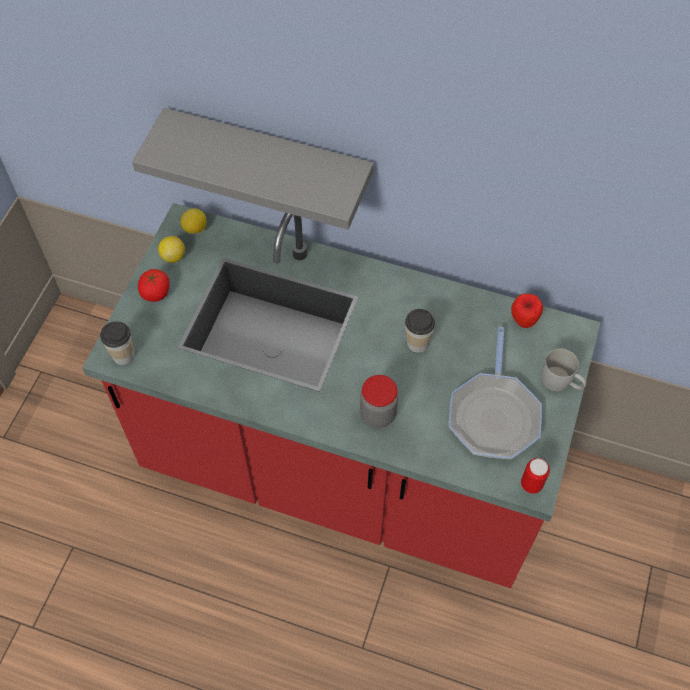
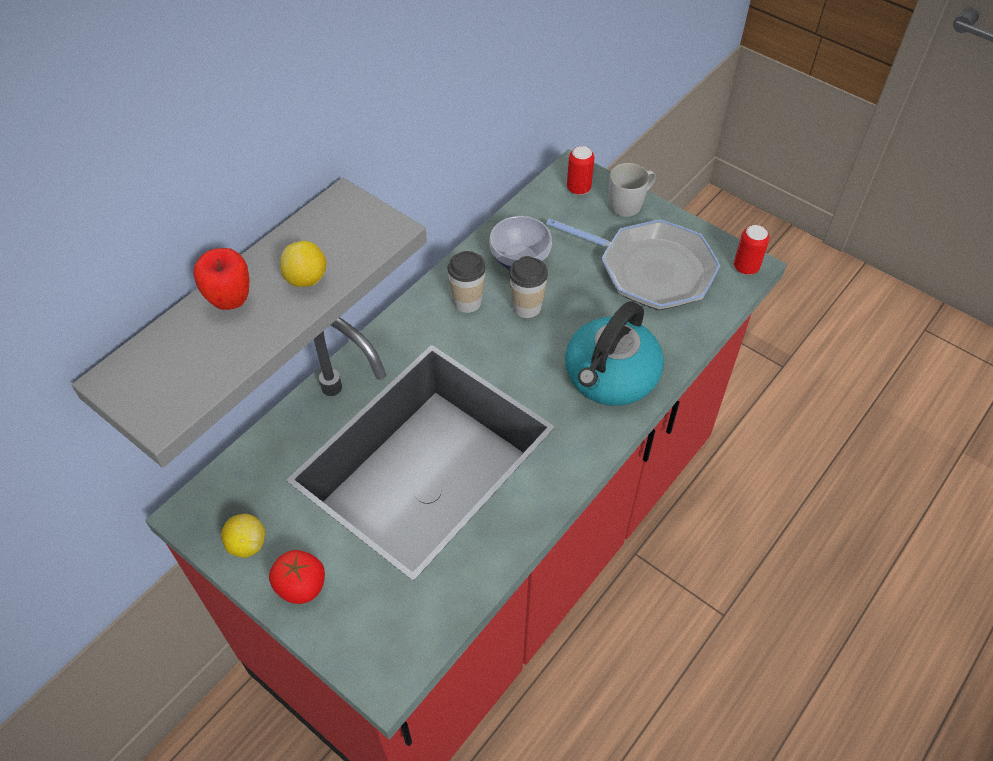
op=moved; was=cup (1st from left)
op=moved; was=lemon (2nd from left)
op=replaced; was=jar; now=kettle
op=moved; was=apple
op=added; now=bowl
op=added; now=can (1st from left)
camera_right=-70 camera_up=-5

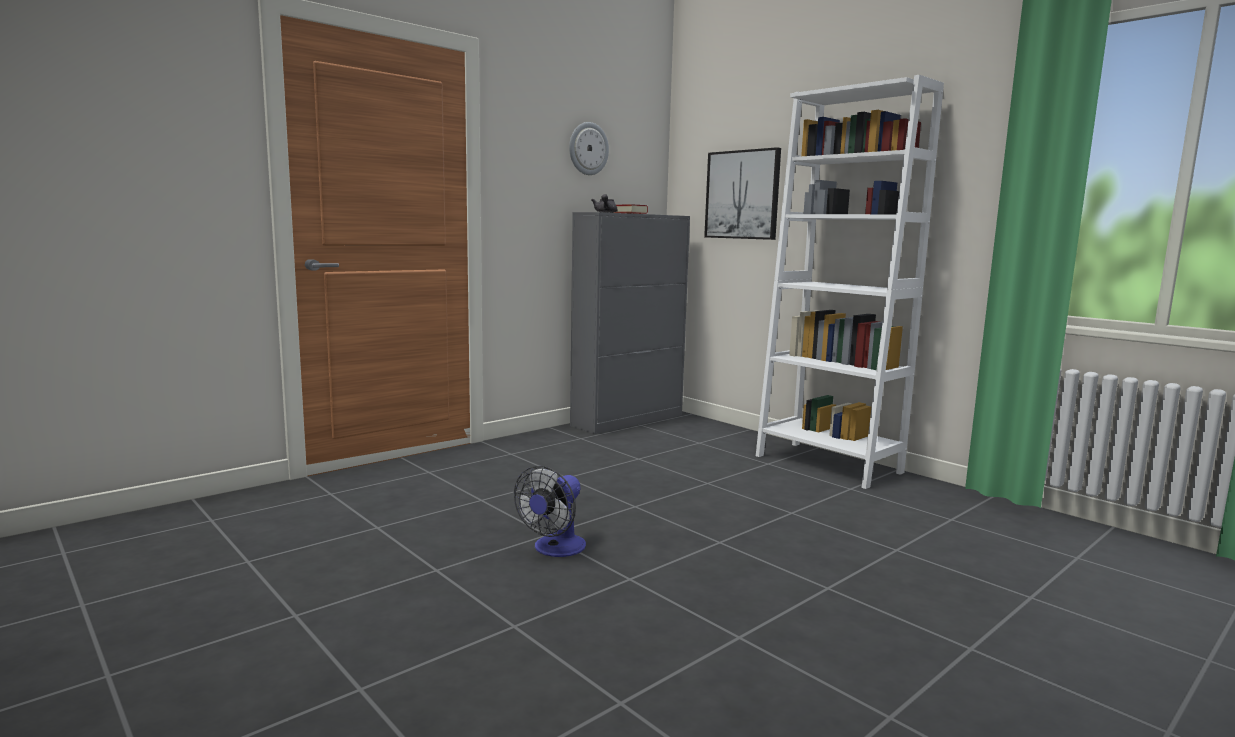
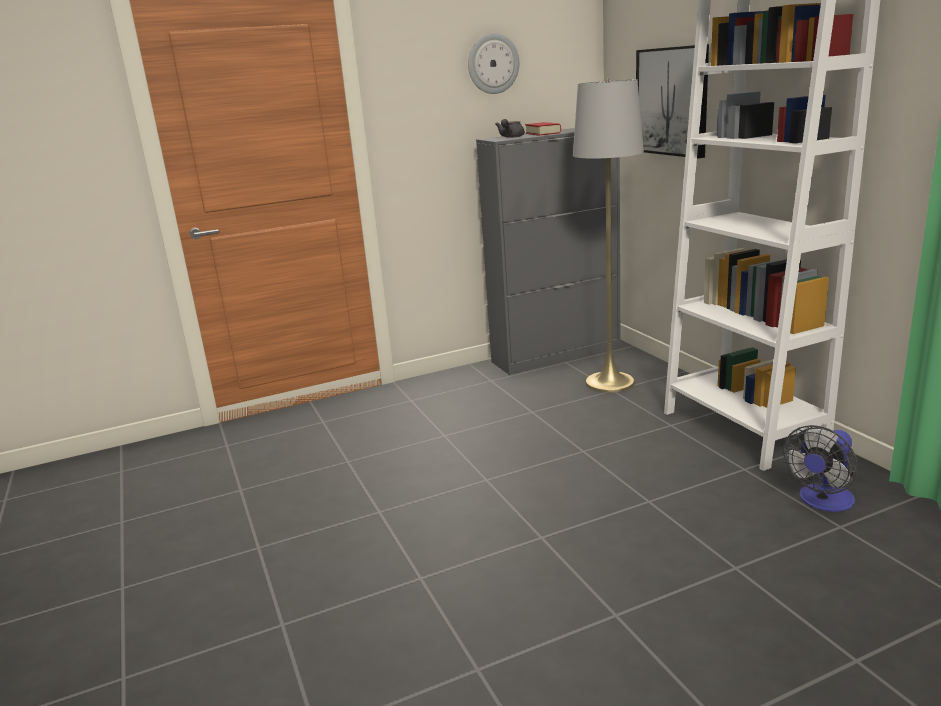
op=moved; was=fan
op=added; now=floor lamp (grey)
camera_right=20 camera_up=10

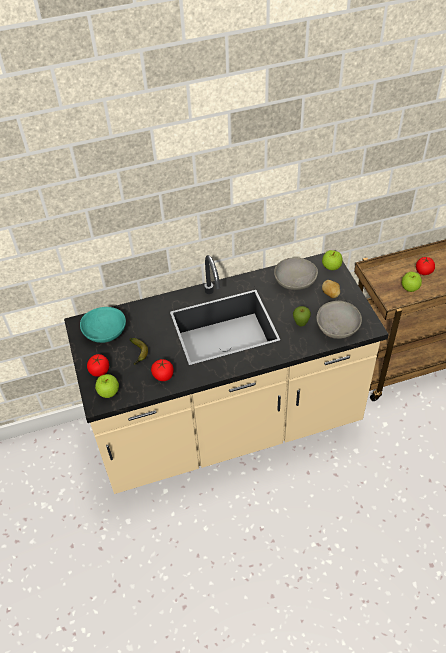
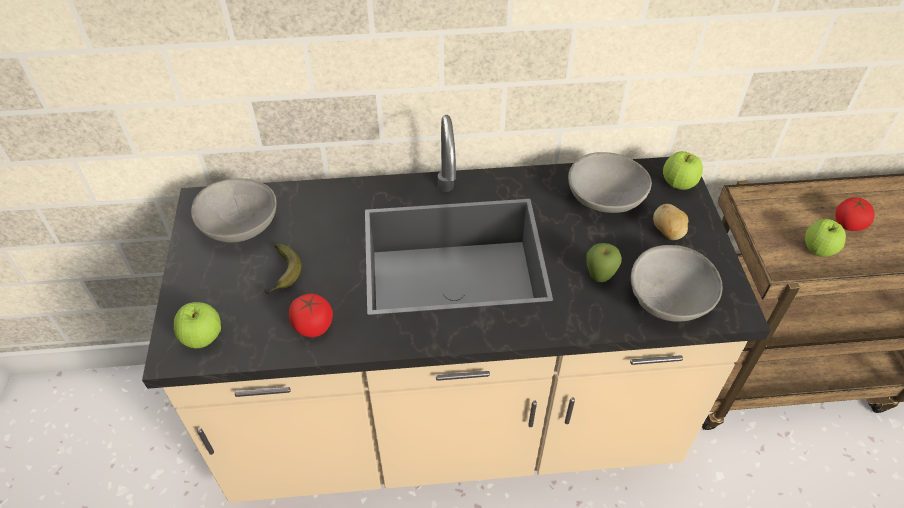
op=recoloured; was=bowl (turquoise); now=bowl (grey) (1st from left)
op=removed; was=tomato (1st from left)
camera_right=10 camera_up=0

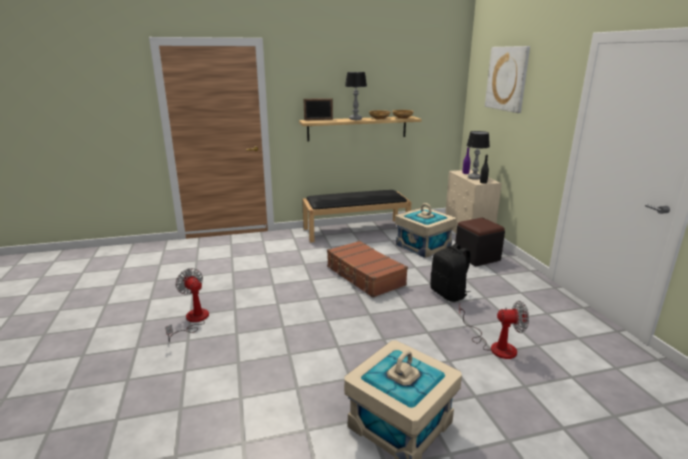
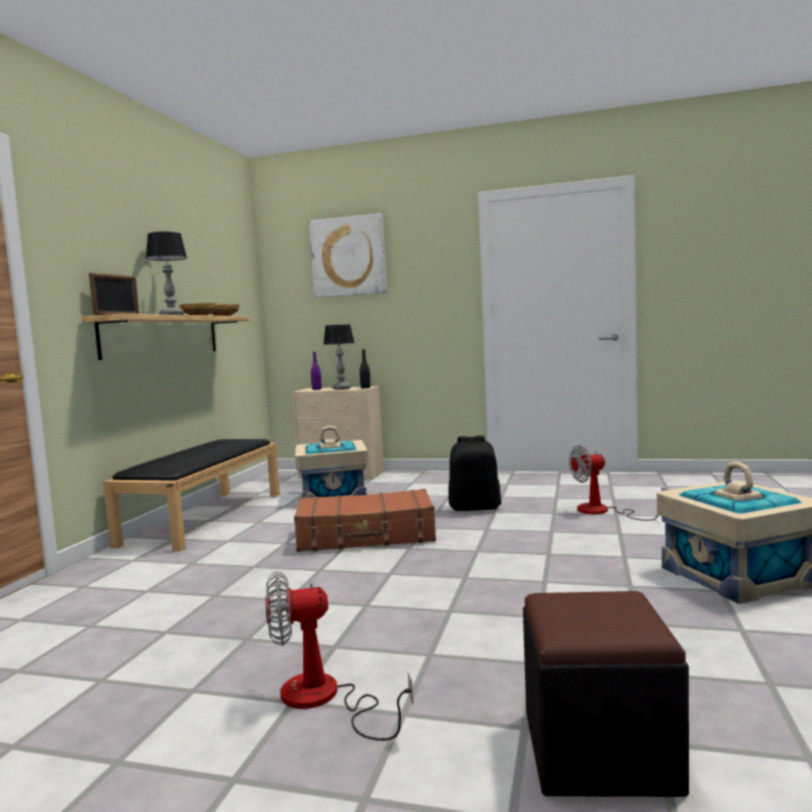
op=moved; was=ottoman (black)
op=turned; was=fan (2nd from left); clockwise=-135
camera_right=-60 camera_up=-15

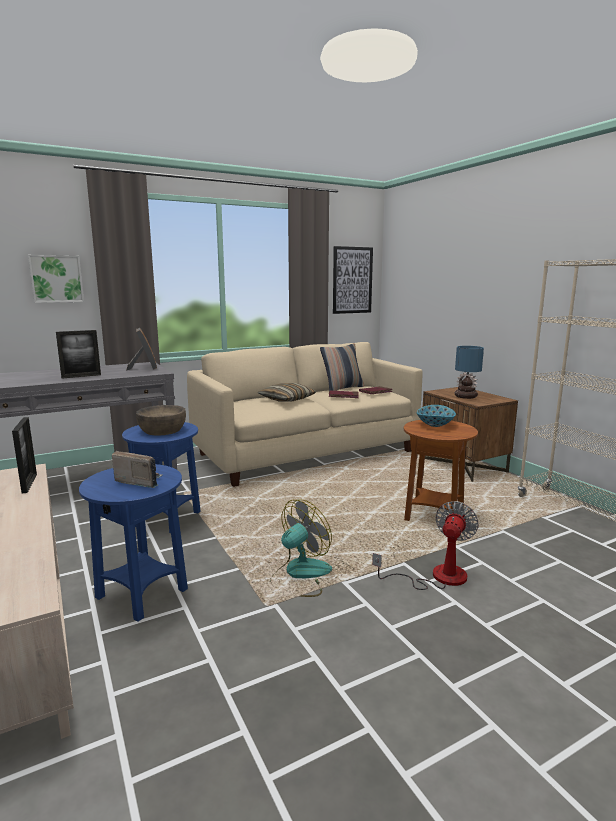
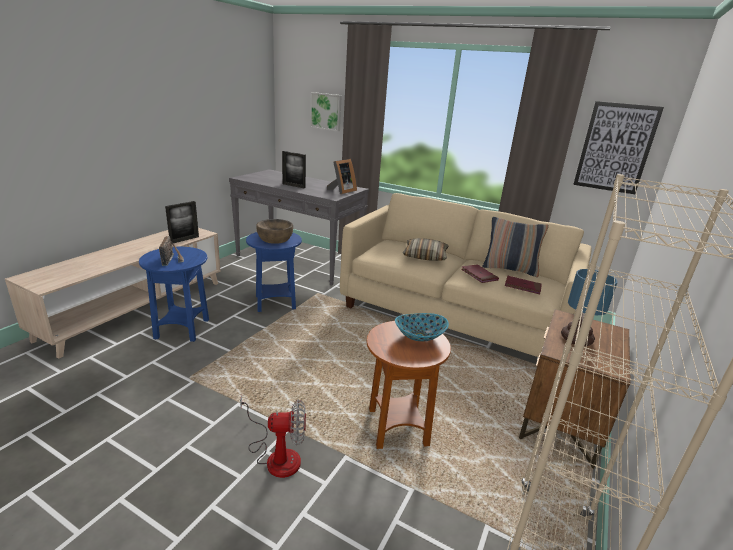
op=removed; was=fan (1st from left)
camera_right=55 camera_up=10

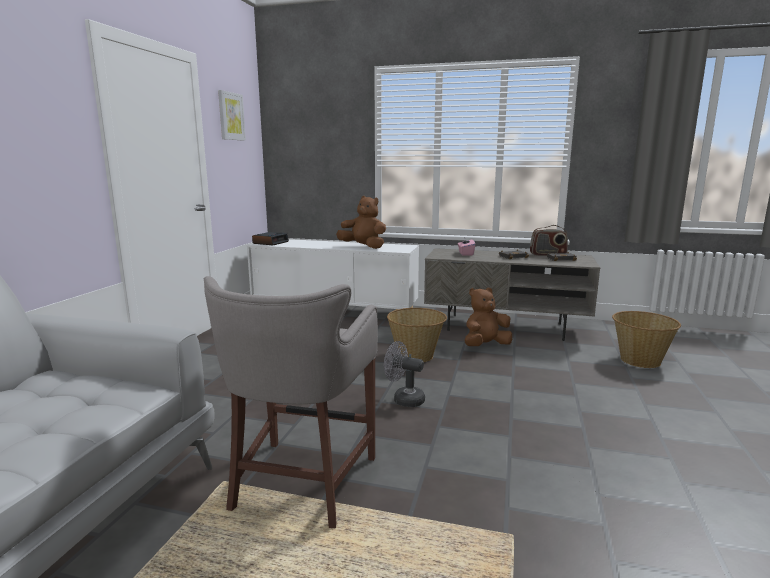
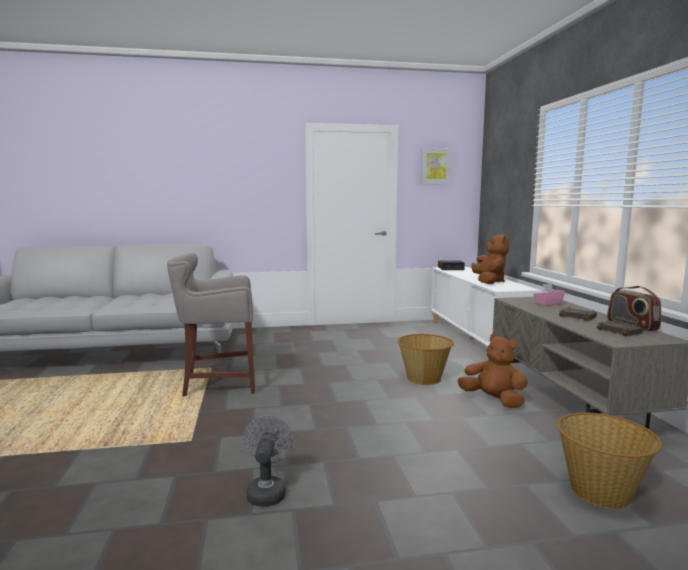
op=moved; was=fan (grey)
camera_right=65 camera_up=-5

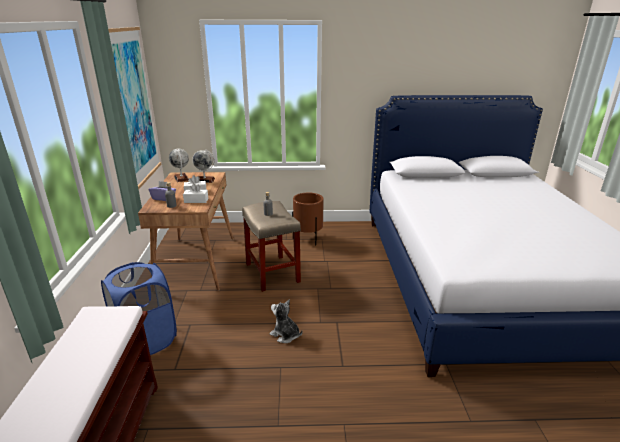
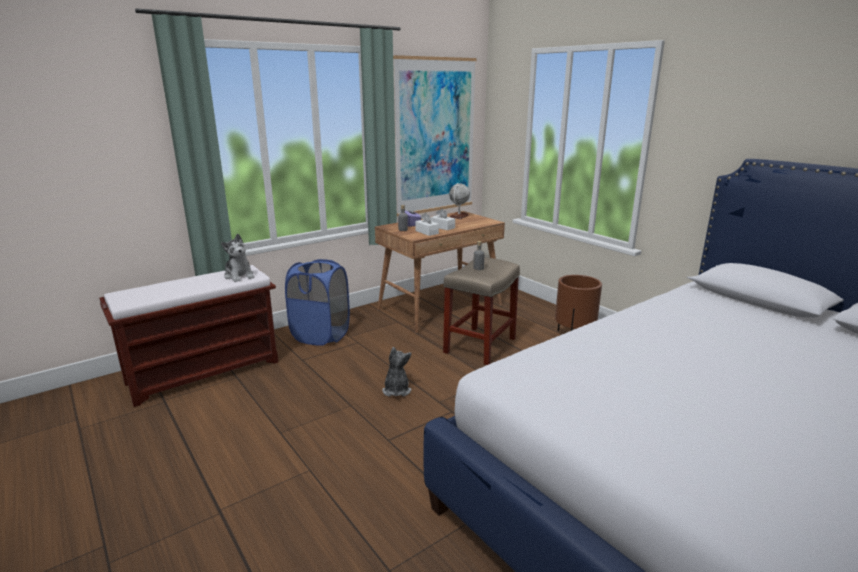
op=removed; was=globe (2nd from left)
op=added; now=plush toy (1st from left)
camera_right=55 camera_up=-5

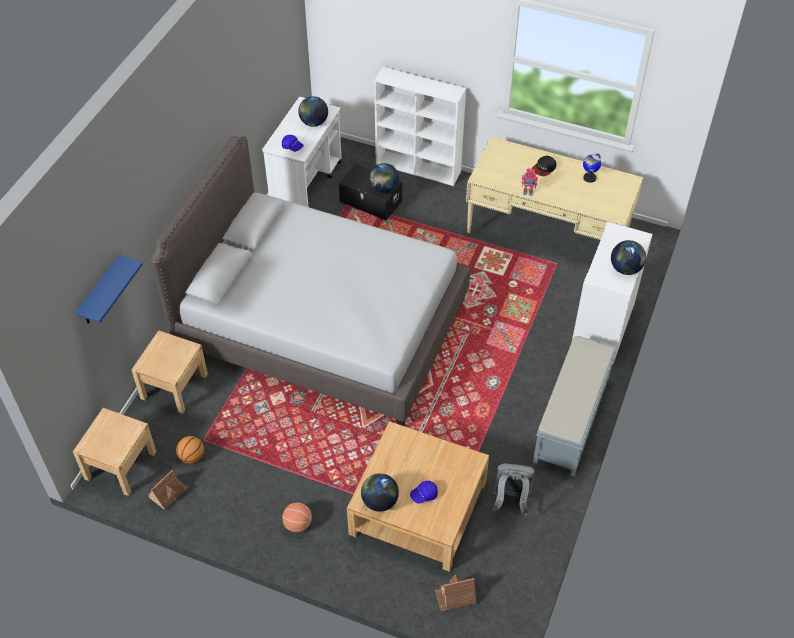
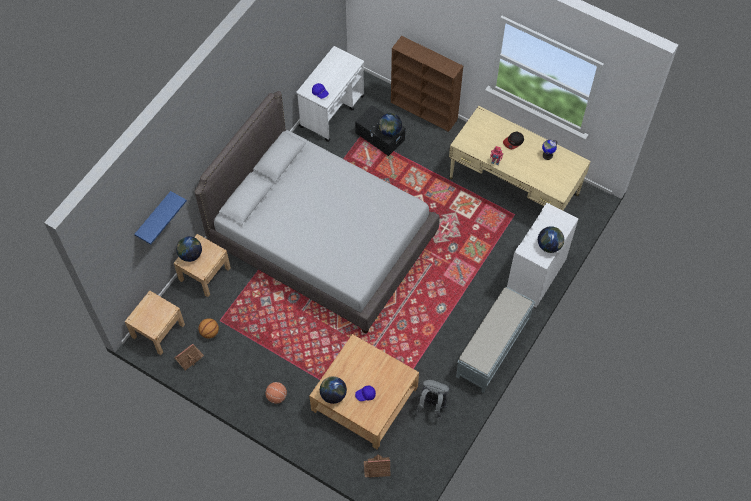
op=moved; was=globe (1st from left)
op=recoloured; was=bookcase (white); now=bookcase (brown)
camera_right=10 camera_up=10

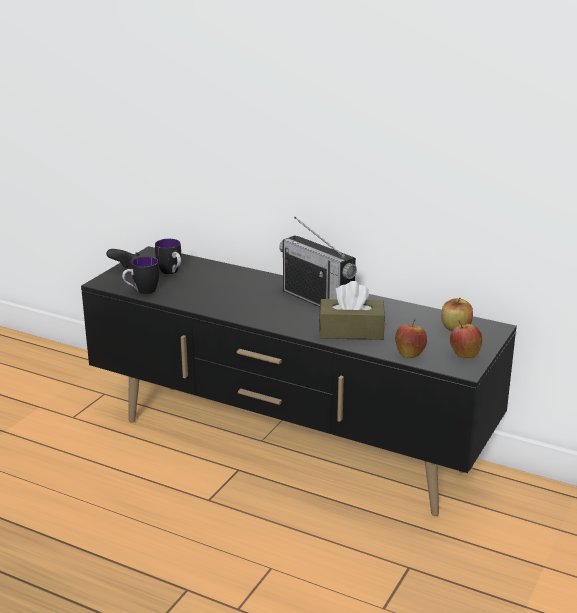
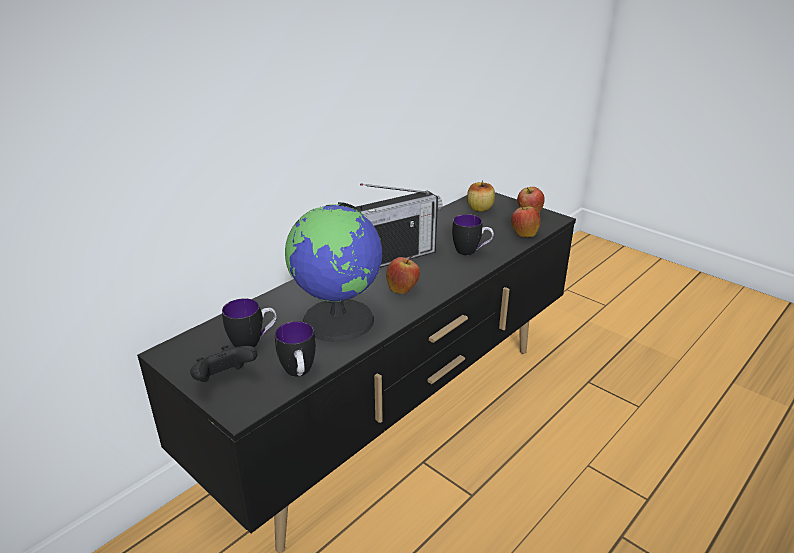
op=replaced; was=tissue box (brown); now=mug (3rd from left)
op=added; now=globe
op=added; now=apple (1st from left)
camera_right=-75 camera_up=5

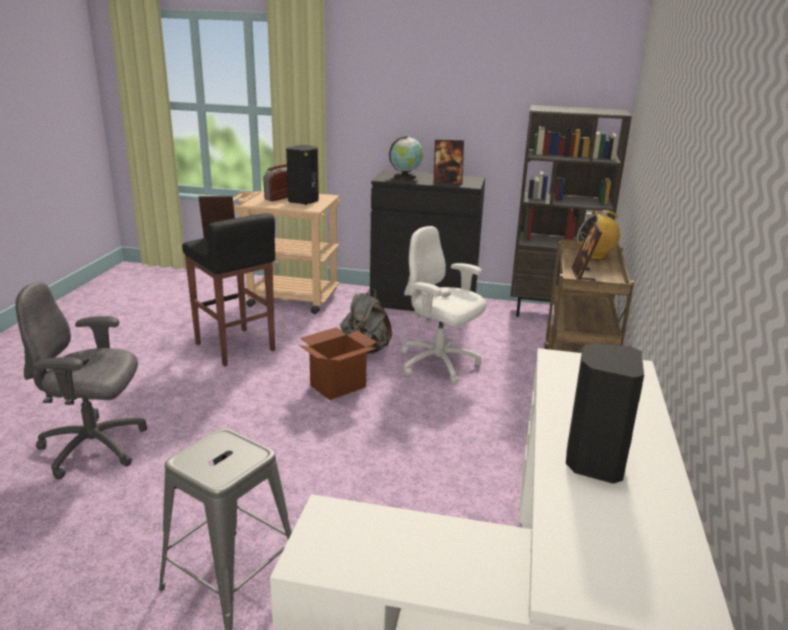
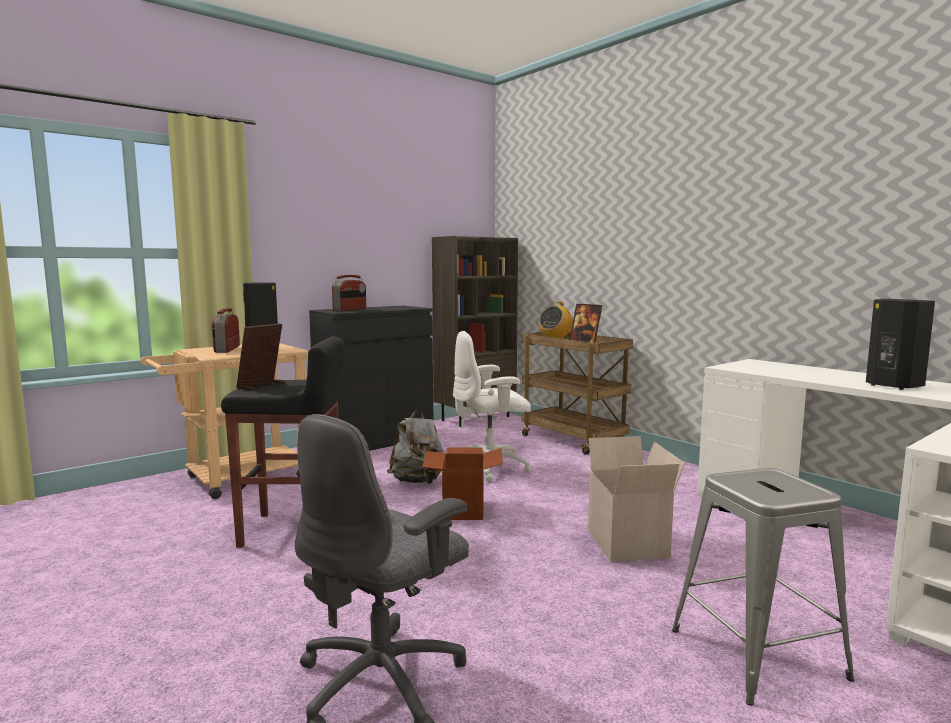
op=replaced; was=globe; now=radio (2nd from left)
op=removed; was=picture frame (2nd from left)
op=added; now=cardboard box (2nd from left)
camera_right=-50 camera_up=-15

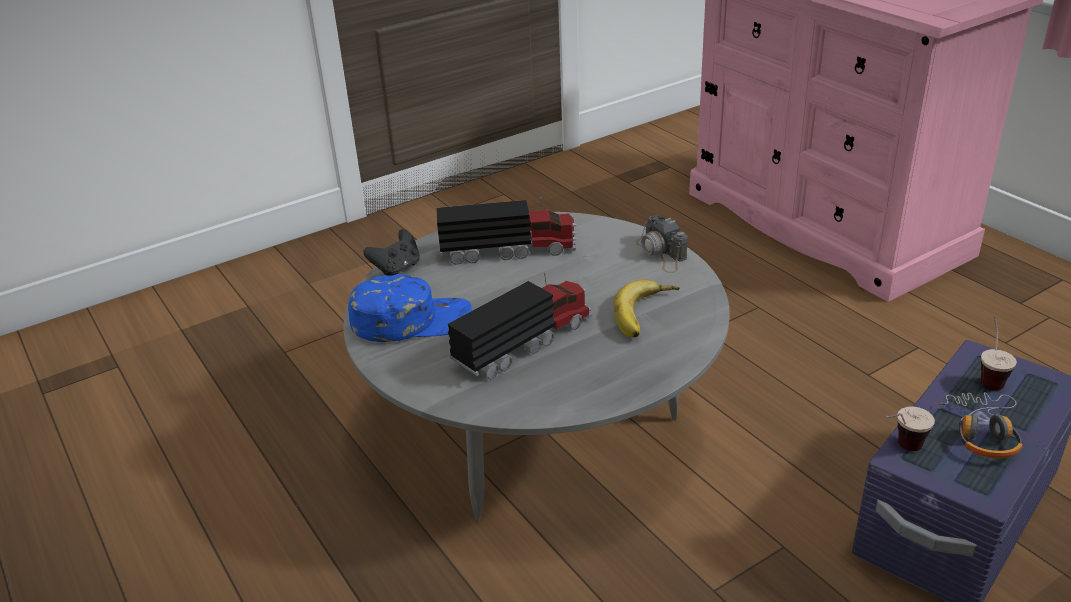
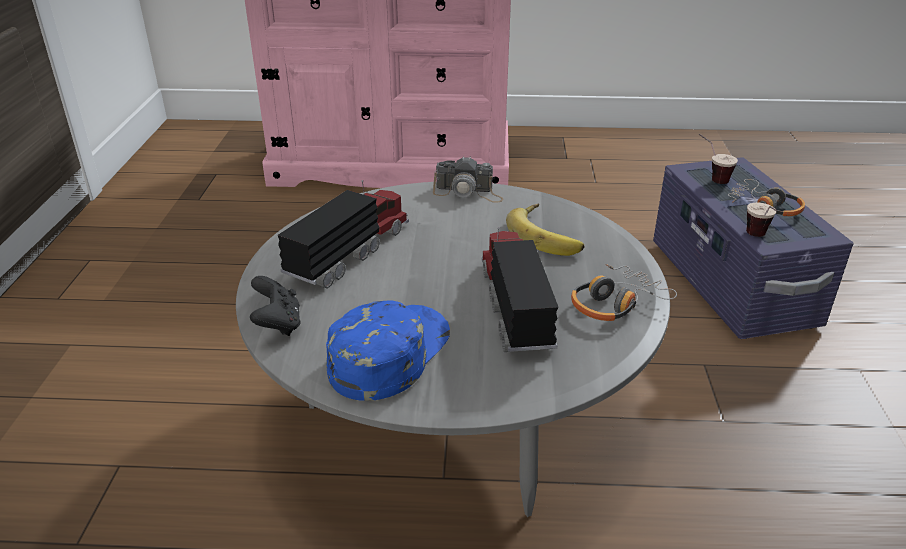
op=added; now=headphones (1st from left)
camera_right=-55 camera_up=0

